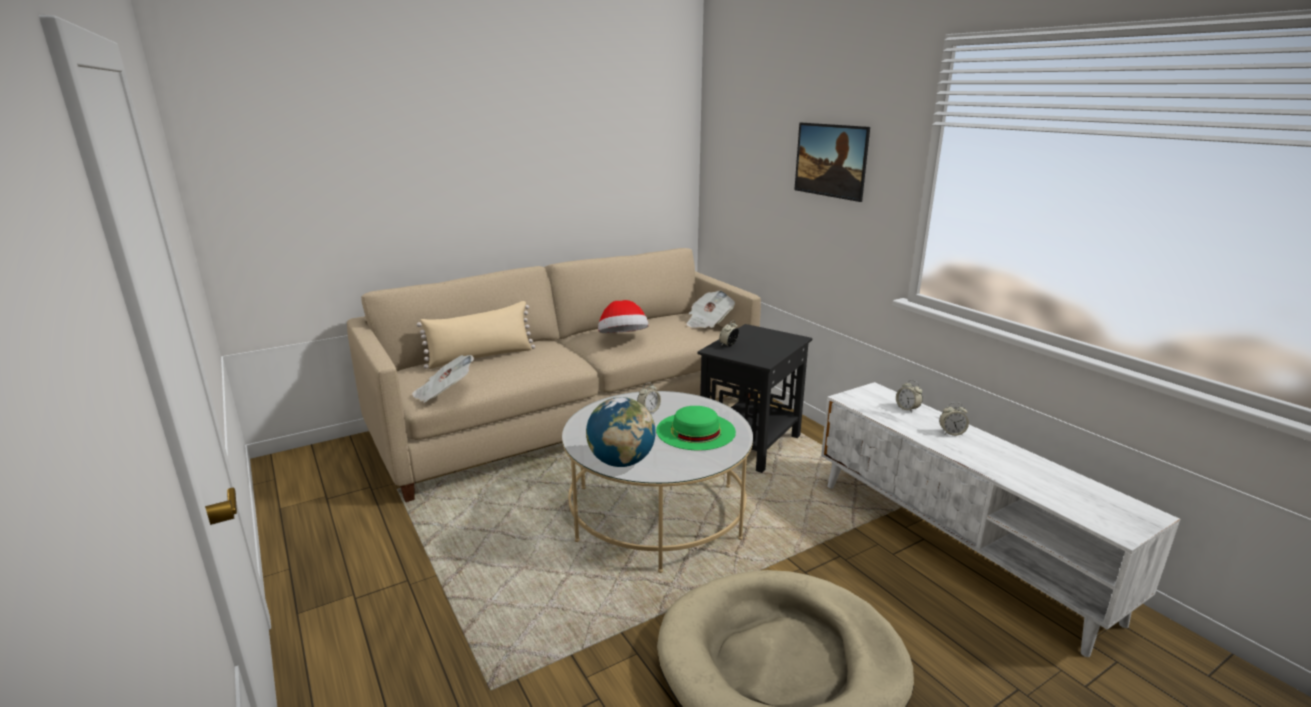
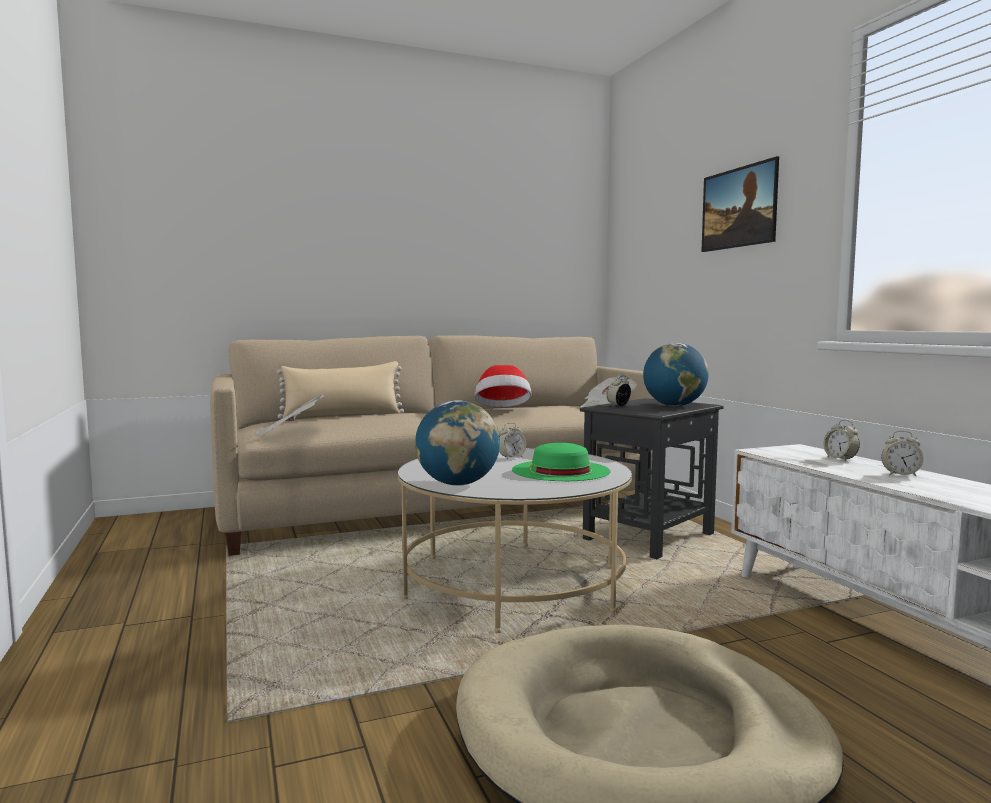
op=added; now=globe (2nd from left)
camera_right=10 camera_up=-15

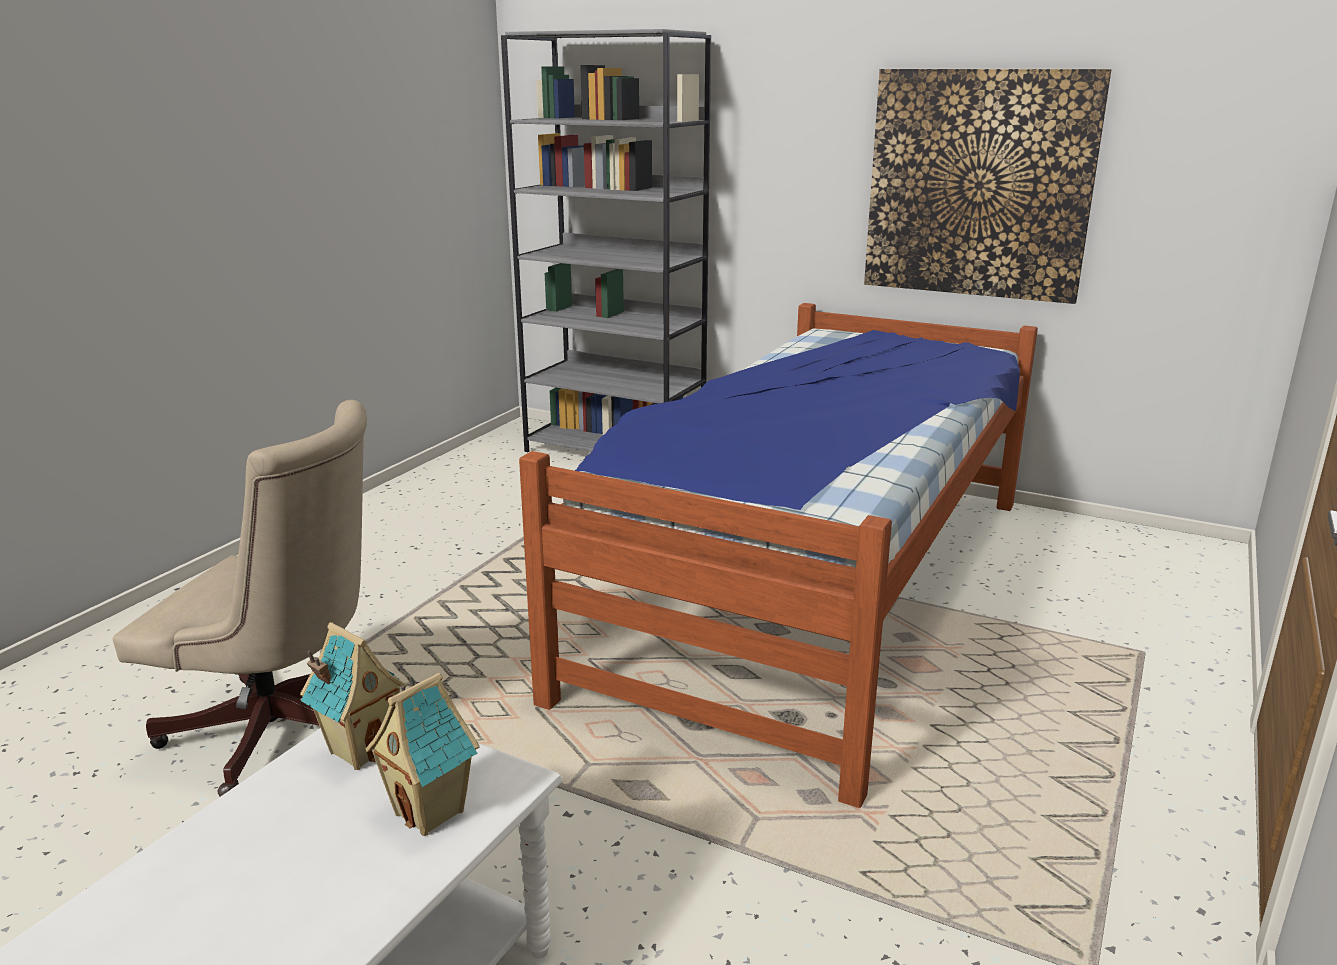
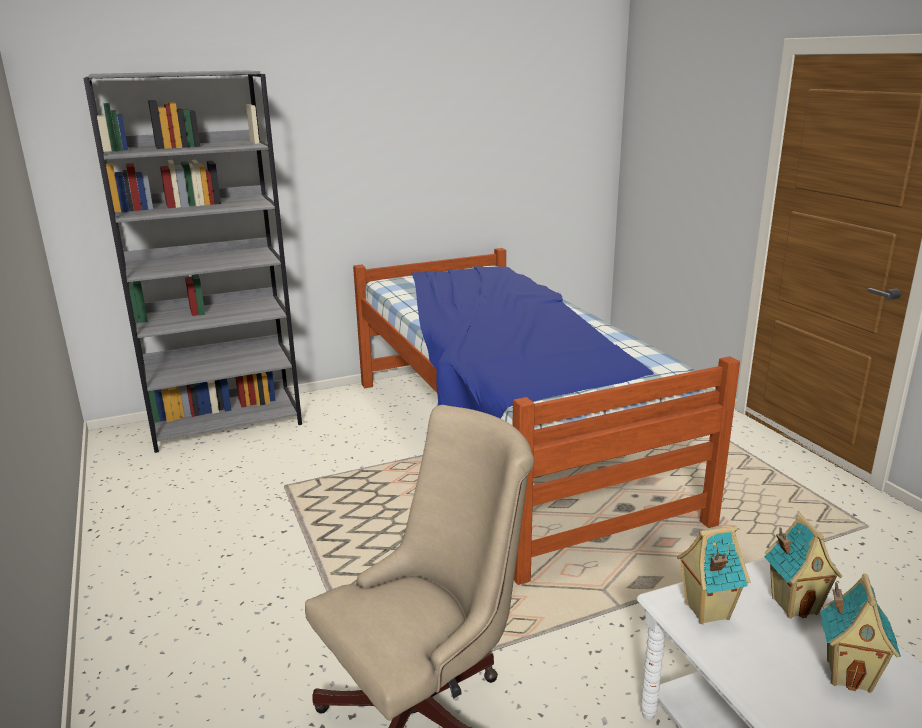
op=removed; was=picture
op=added; now=toy house (3rd from left)
camera_right=-50 camera_up=0

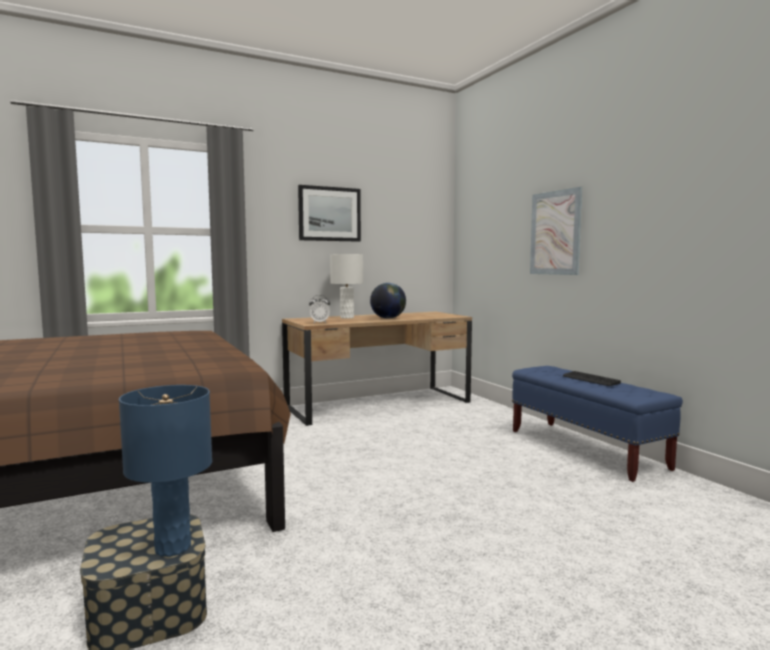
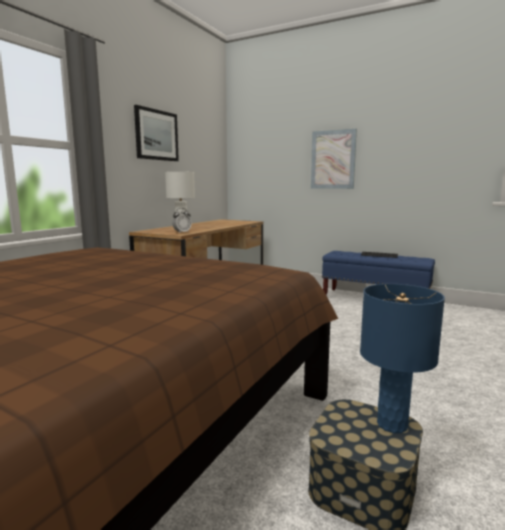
op=removed; was=globe
camera_right=-35 camera_up=5

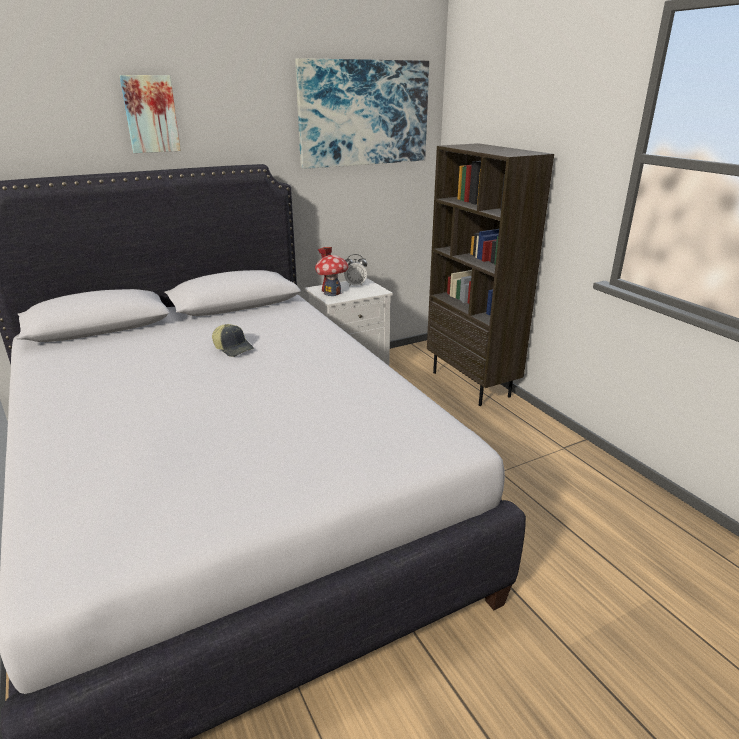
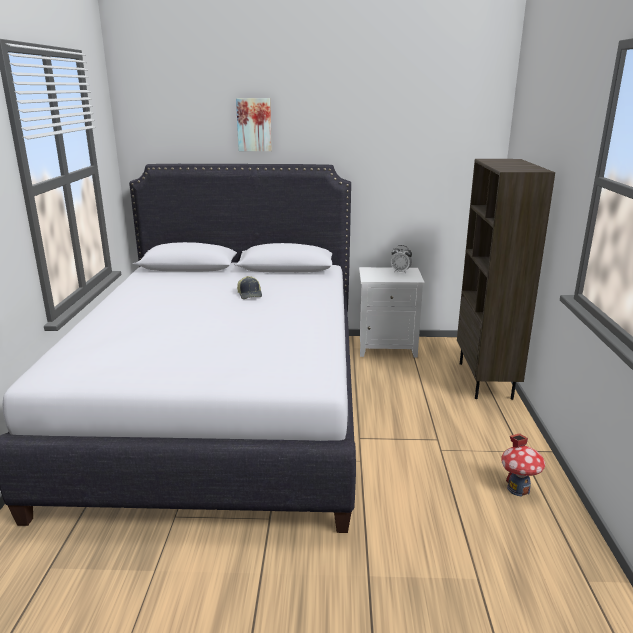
op=removed; was=picture (2nd from left)
op=moved; was=toy house
camera_right=30 camera_up=-5

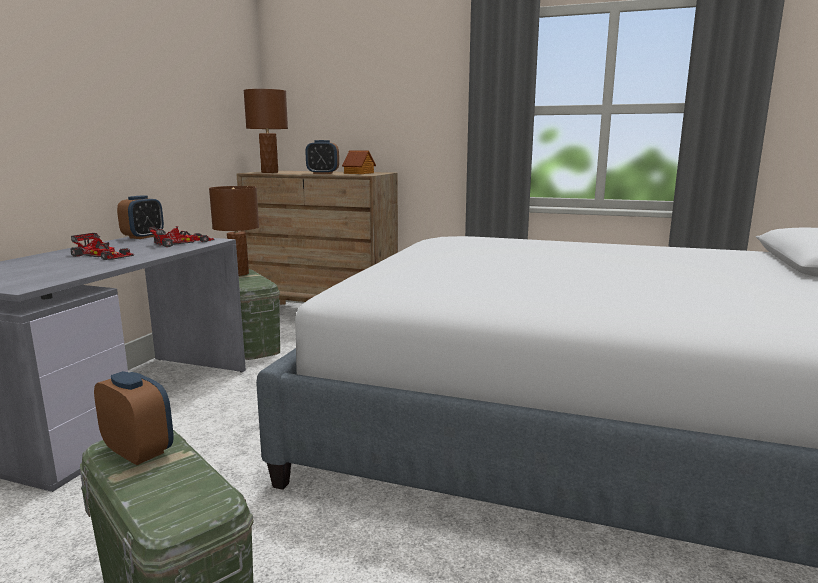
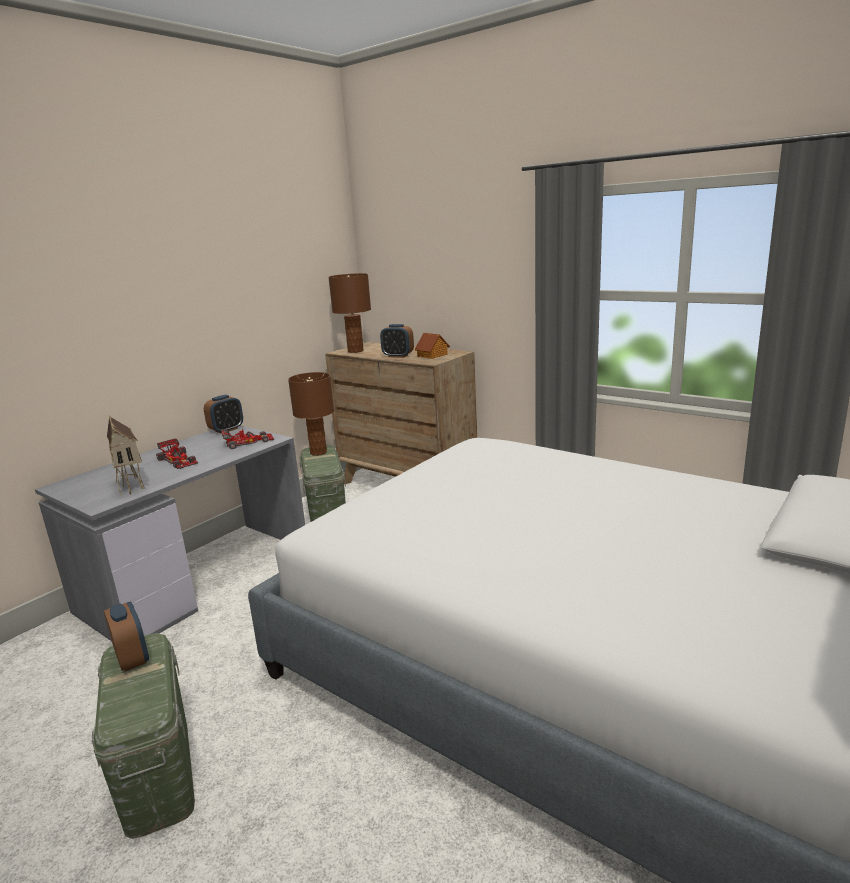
op=added; now=toy house (1st from left)
camera_right=20 camera_up=5

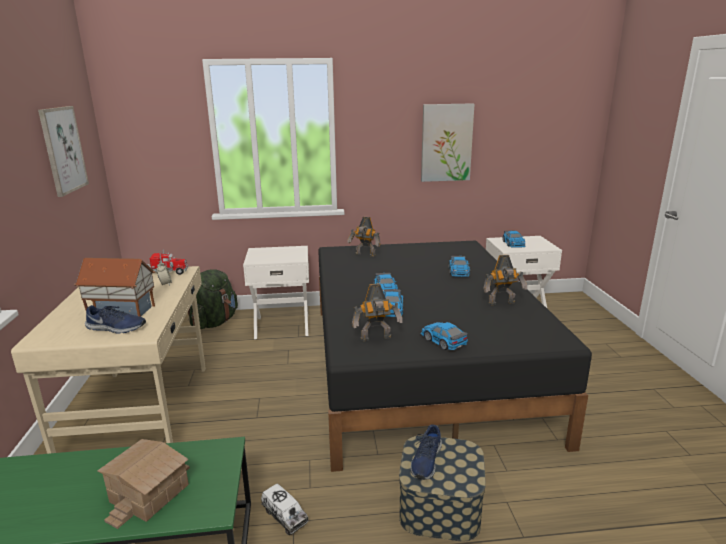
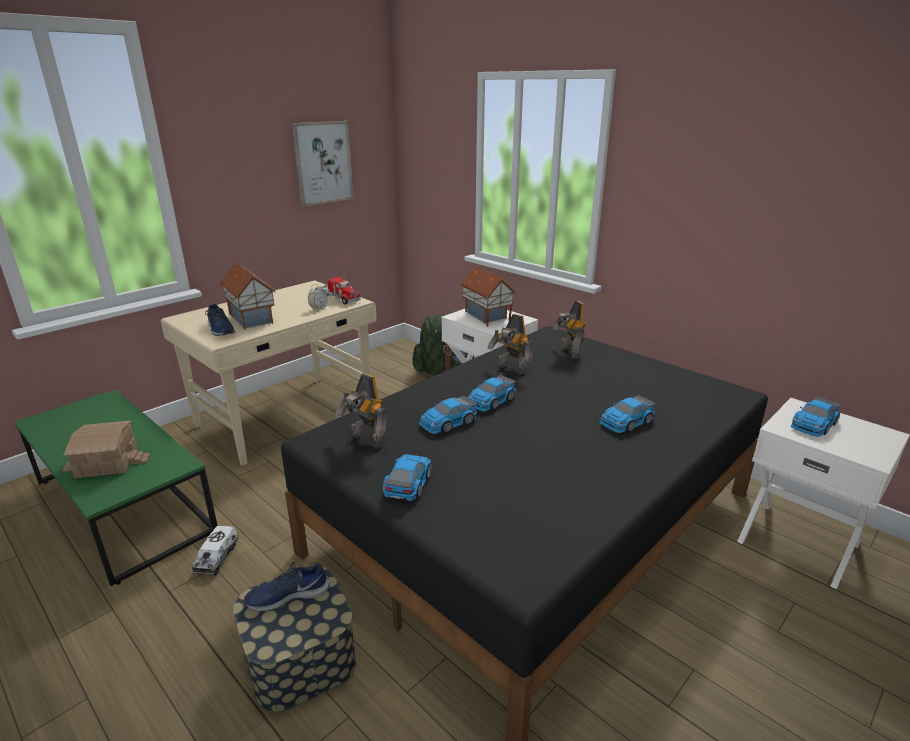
op=removed; was=picture (2nd from left)
op=moved; was=toy robot (3rd from left in the first image); now=toy robot (2nd from left)
op=added; now=toy house (3rd from left)
camera_right=50 camera_up=5

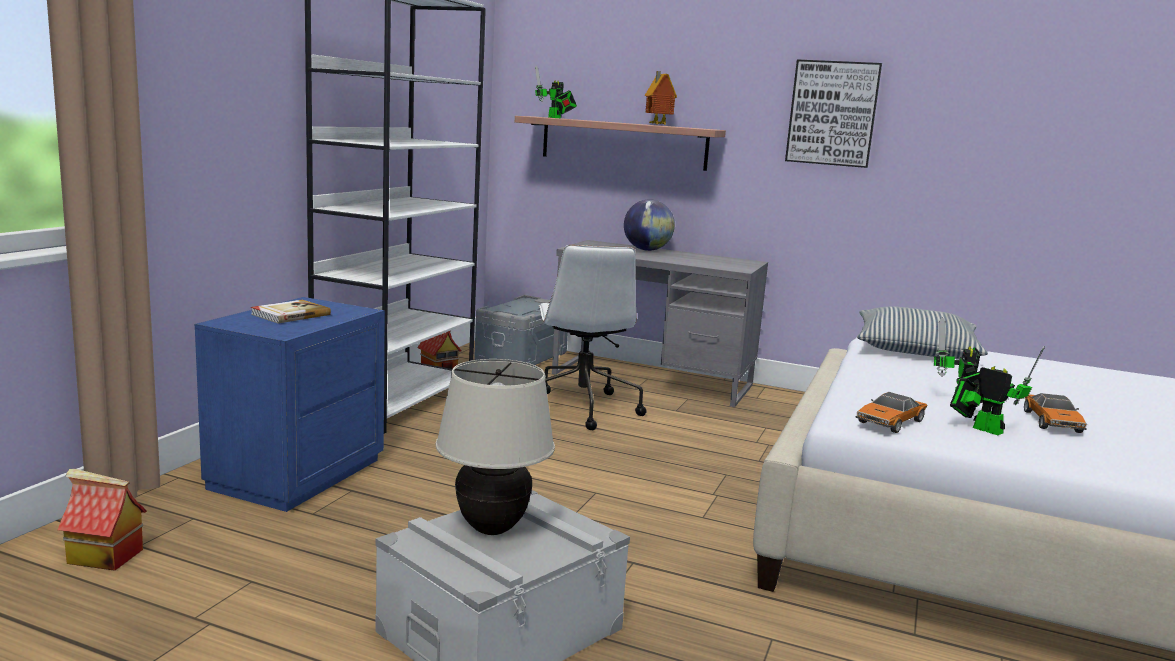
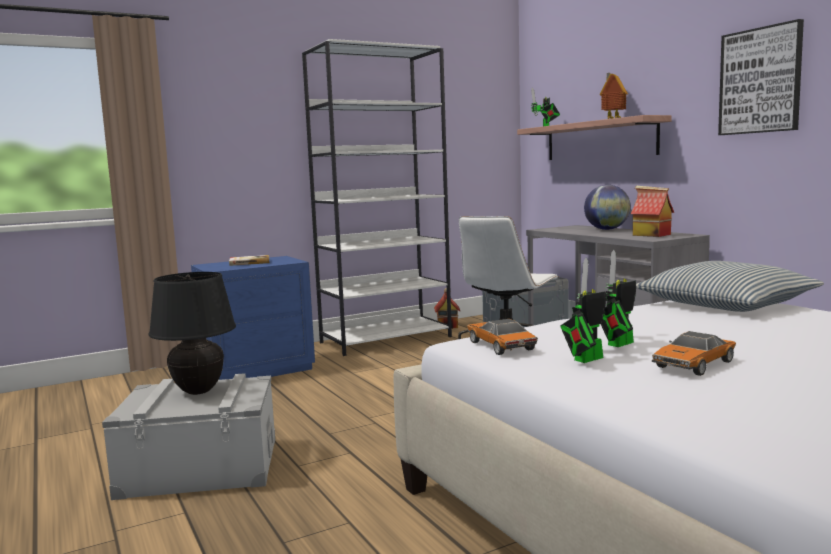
op=moved; was=toy house (1st from left in the first image); now=toy house (3rd from left)
op=recoloured; was=table lamp (beige); now=table lamp (black)
op=turned; was=toy car (1st from left); clockwise=75
op=turned; was=toy robot (3rd from left in the first image); clockwise=-120
camera_right=40 camera_up=-5

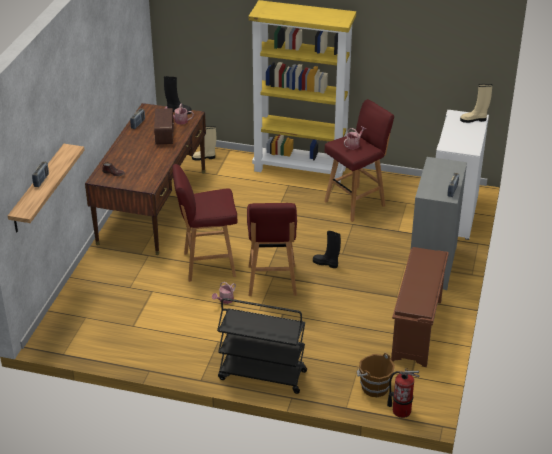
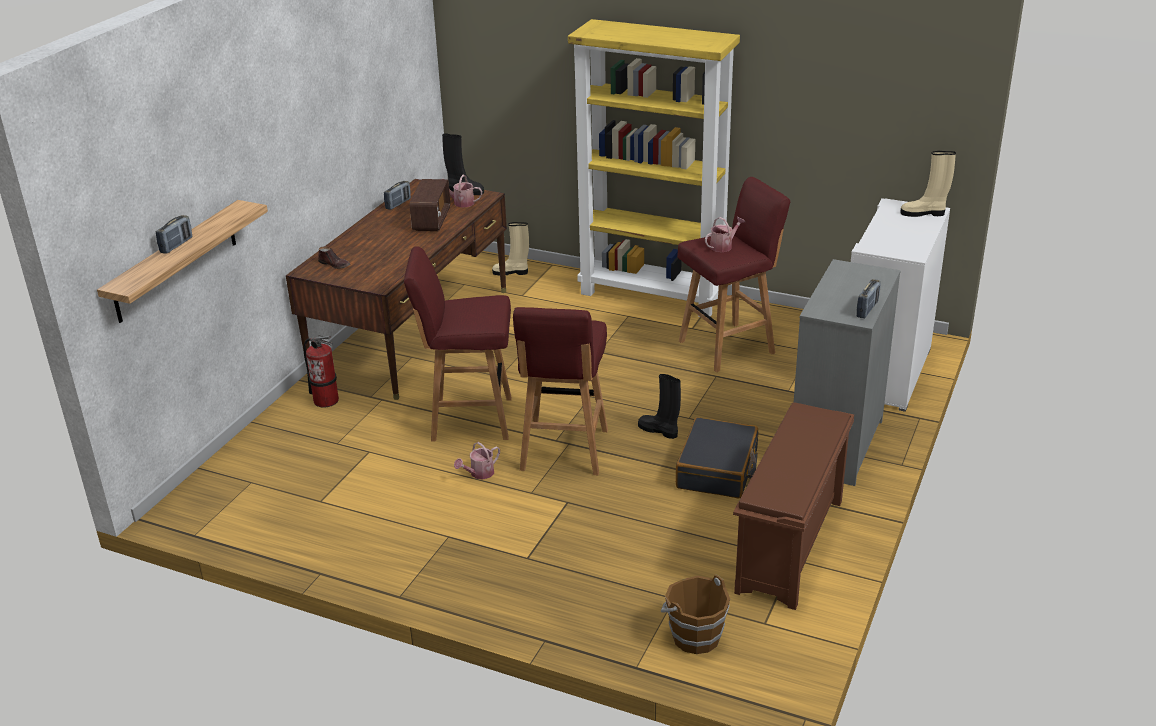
op=removed; was=cart (black)
op=moved; was=fire extinguisher
op=added; now=suitcase (black)
camera_right=10 camera_up=-5

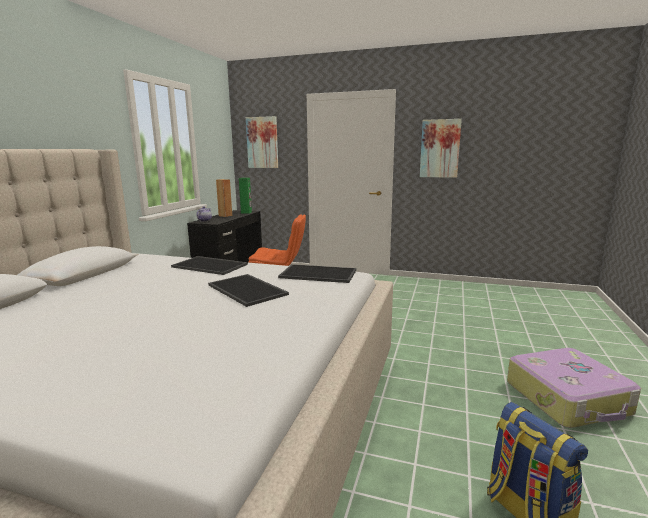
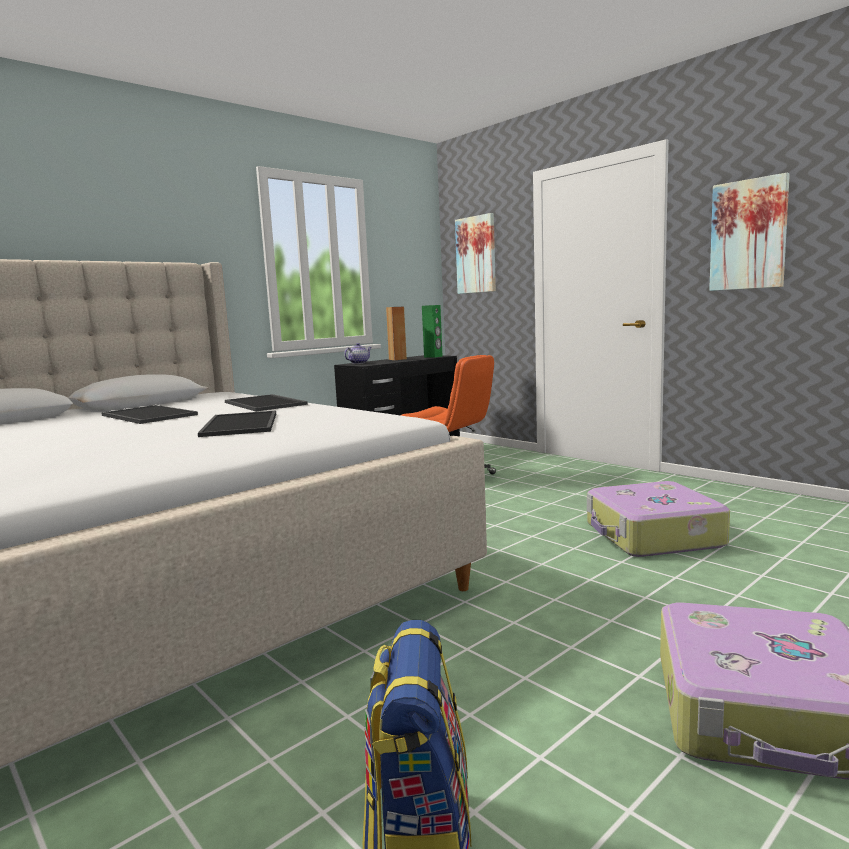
op=moved; was=tray (3rd from left in the first image); now=tray (1st from left)
op=added; now=suitcase (1st from left)
camera_right=30 camera_up=-5

